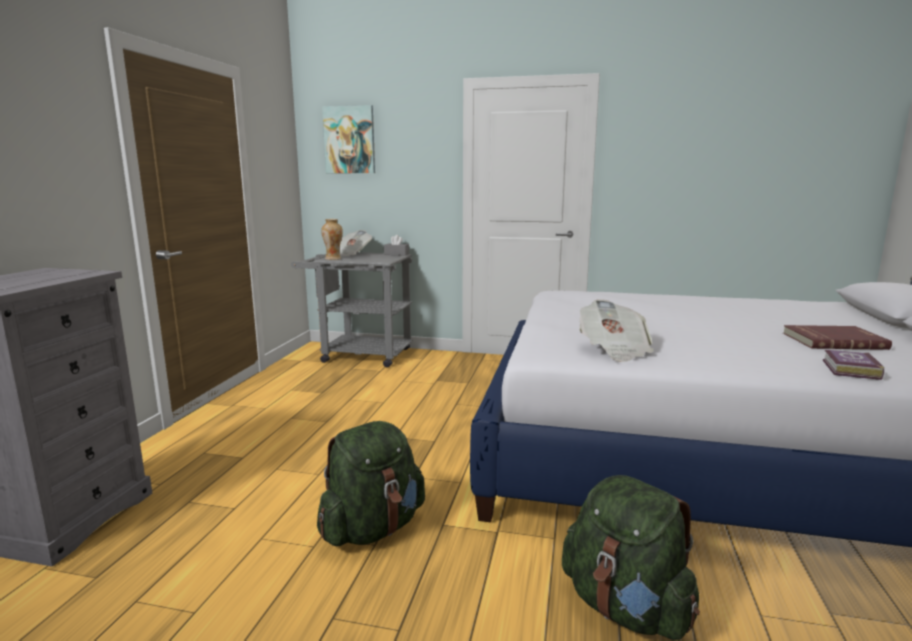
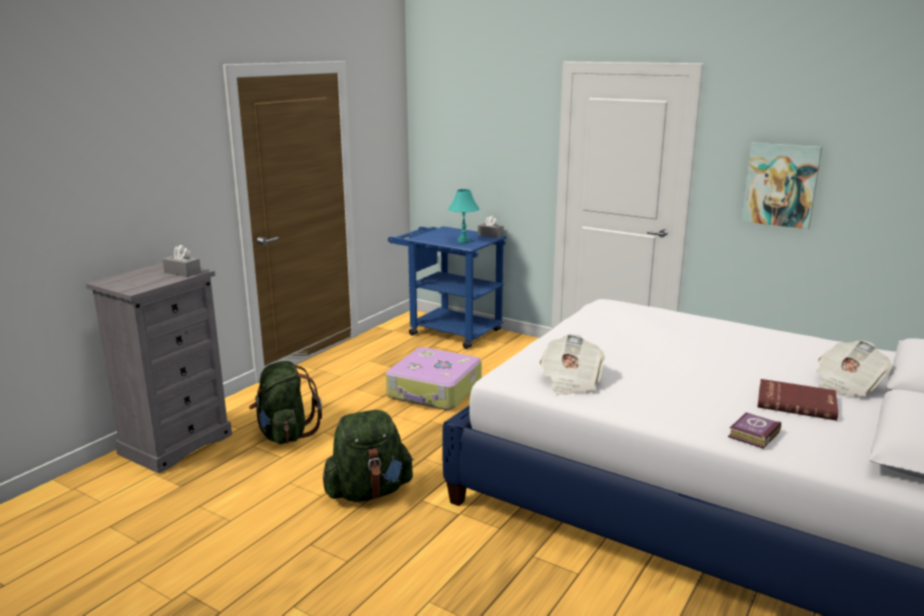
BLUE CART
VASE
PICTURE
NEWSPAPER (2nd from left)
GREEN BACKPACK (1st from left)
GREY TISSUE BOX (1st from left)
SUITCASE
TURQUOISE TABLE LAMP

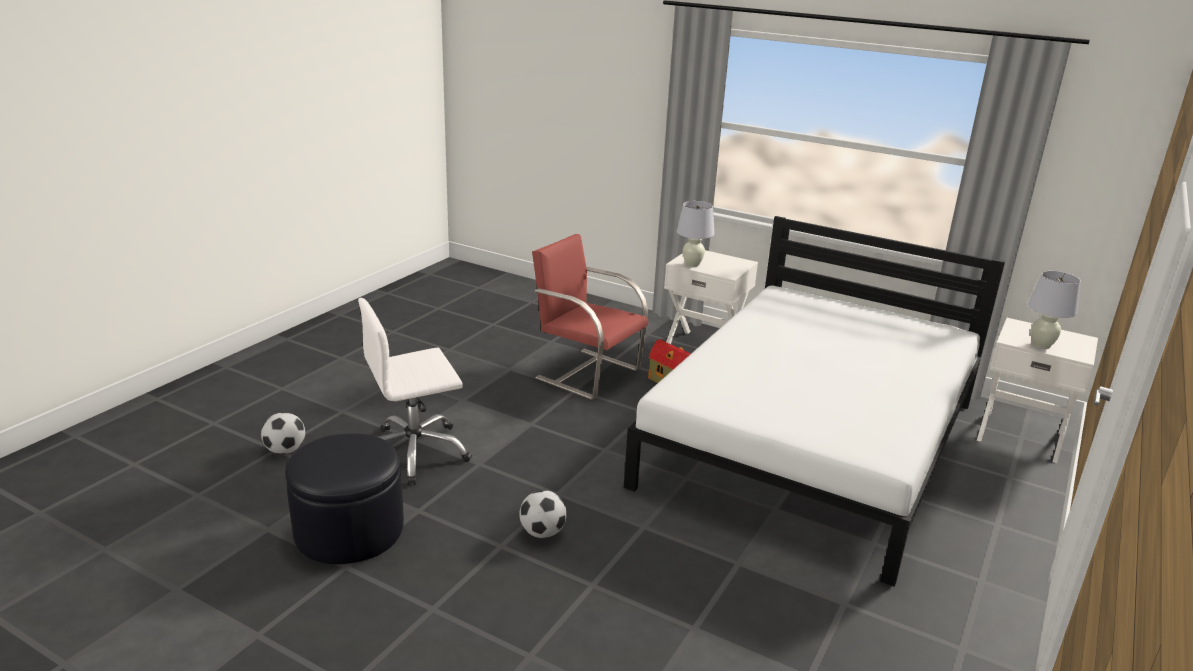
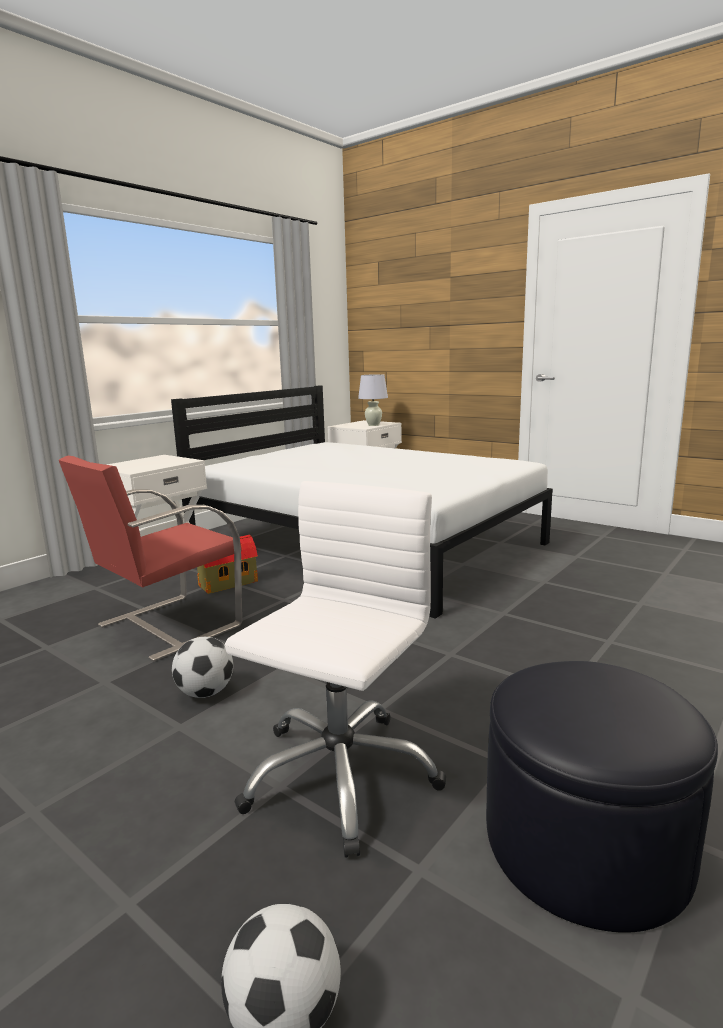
WHITE OFFICE CHAIR
FOOTBALL (1st from left)
WHITE TABLE LAMP (1st from left in the first image)

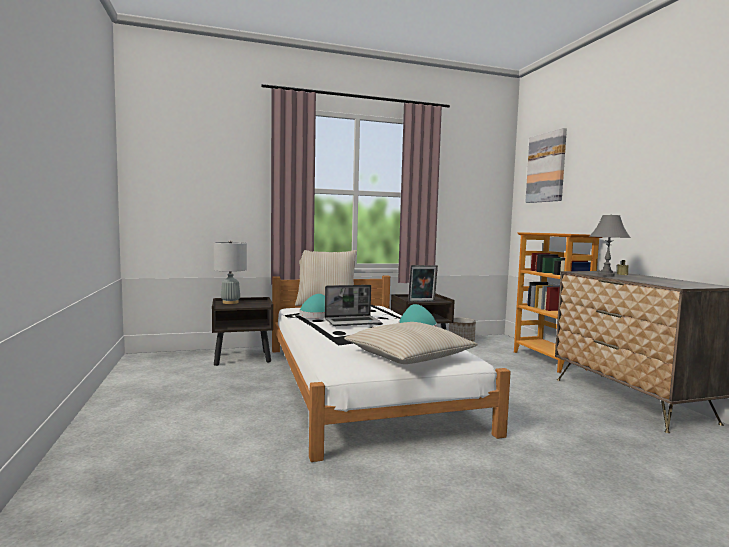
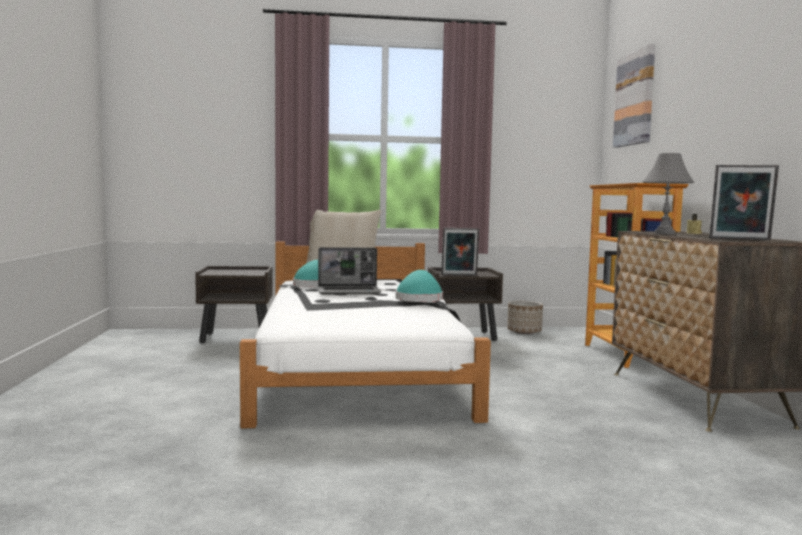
GREY TABLE LAMP (1st from left in the first image)
BEIGE PILLOW (2nd from left in the first image)
PICTURE FRAME (2nd from left)

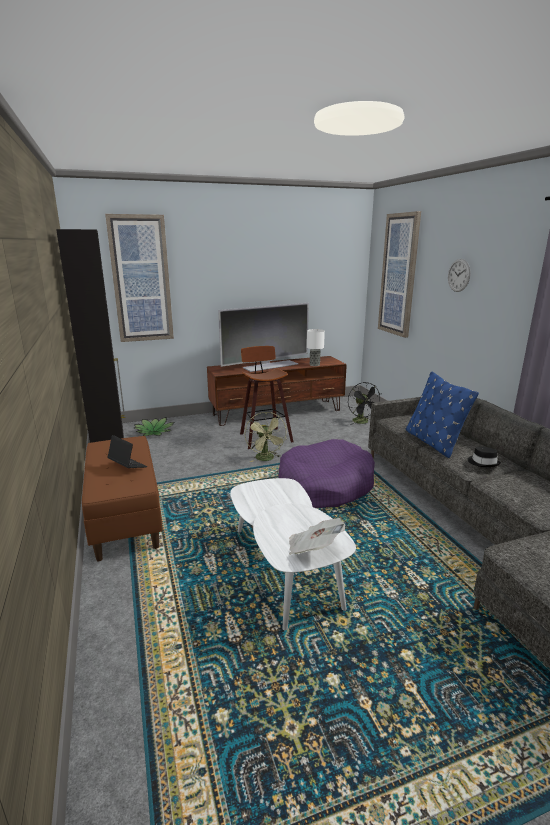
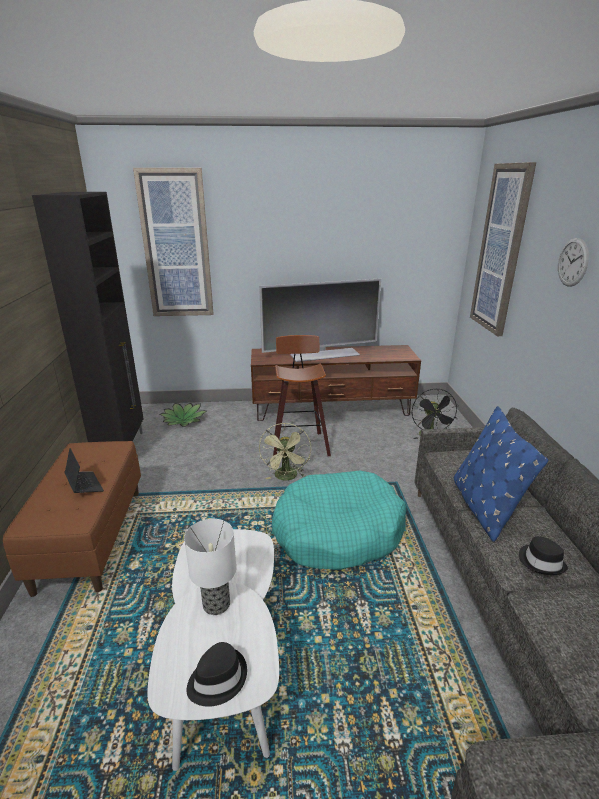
TURQUOISE DOG BED
BLACK HAT (1st from left)
TABLE LAMP

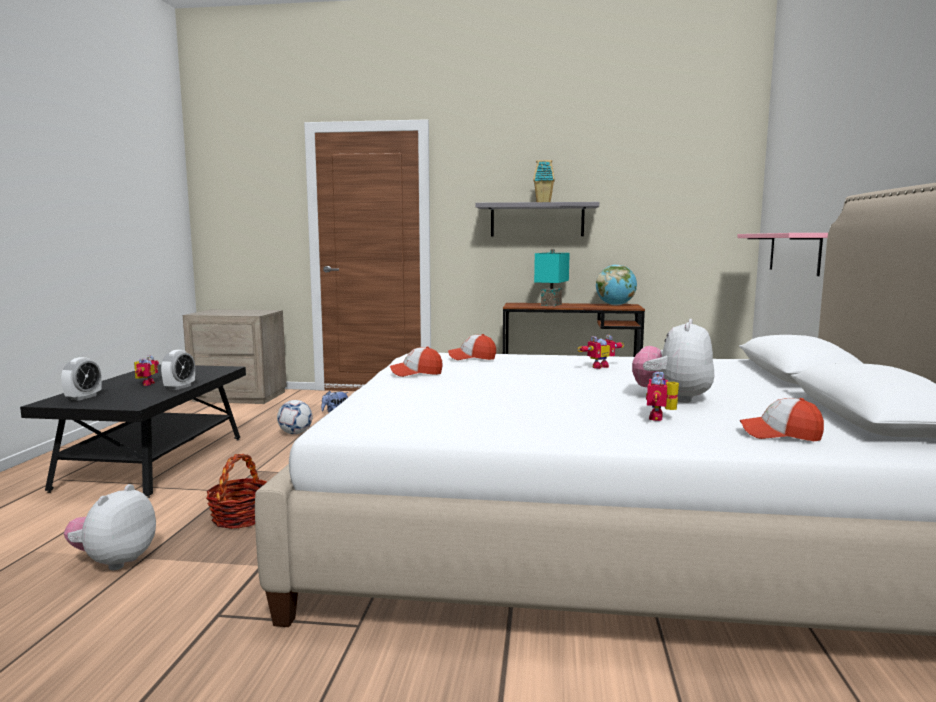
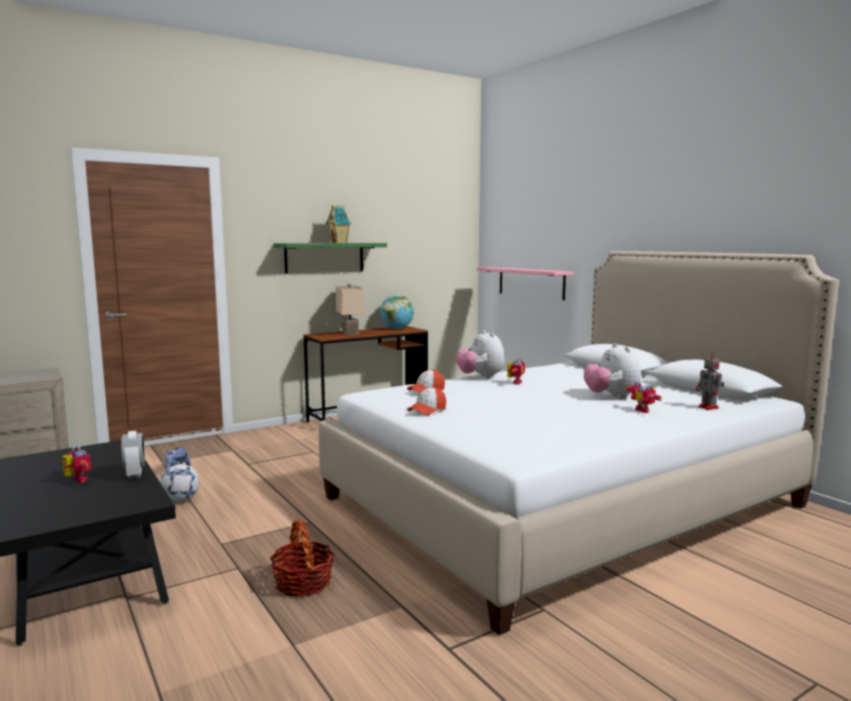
ALARM CLOCK (1st from left in the first image)
PLUSH TOY (2nd from left)
GREEN SHELF
BEIGE TABLE LAMP
TOY ROBOT (4th from left)

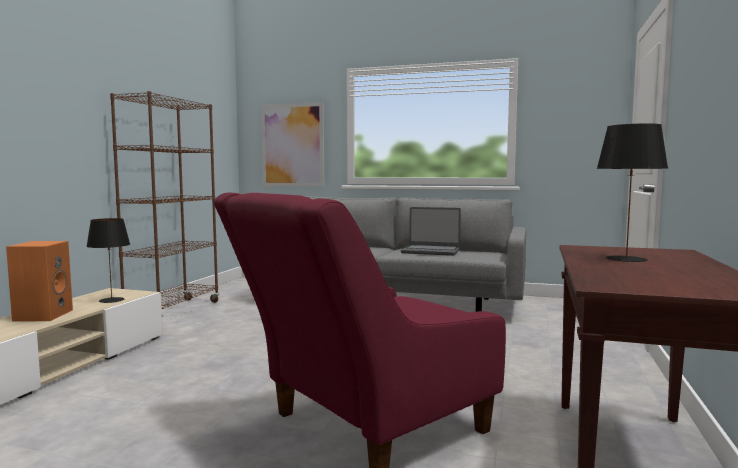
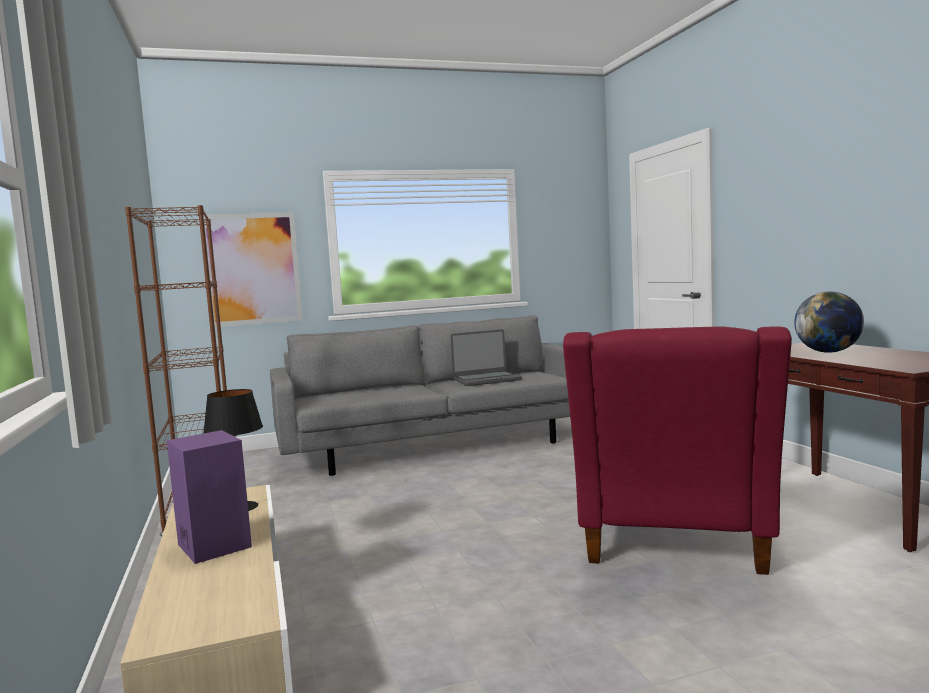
PURPLE SPEAKER
GLOBE

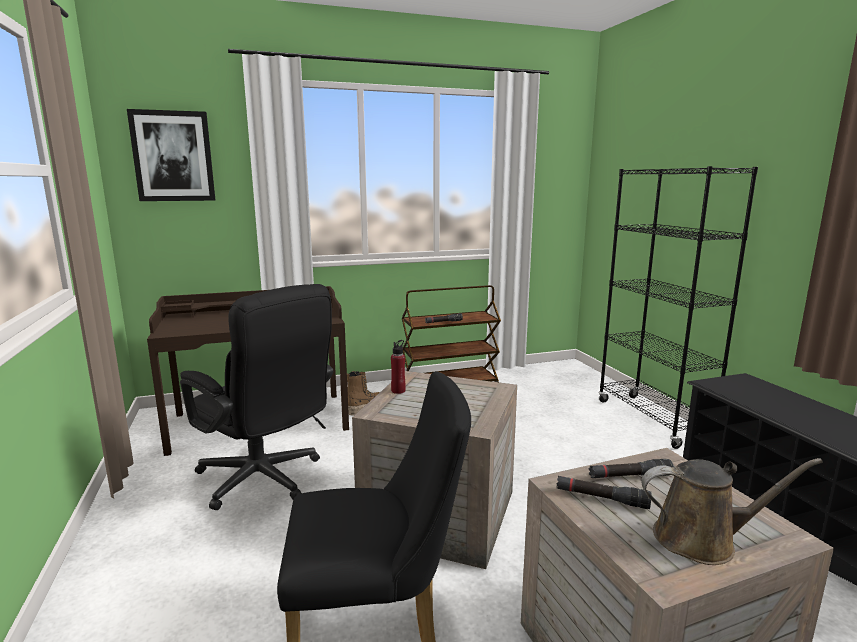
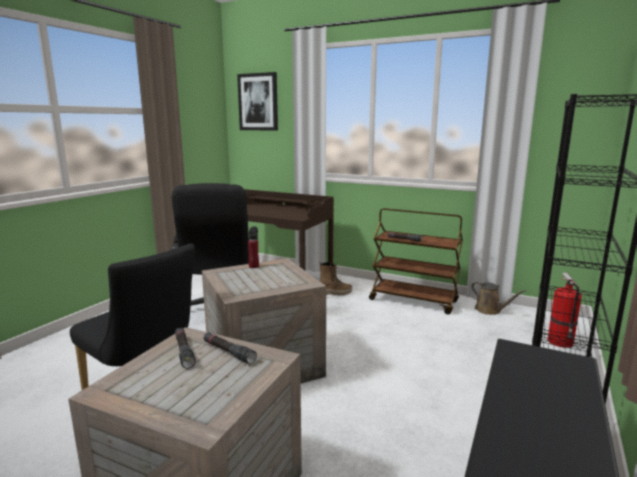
BROWN WATERING CAN
FIRE EXTINGUISHER

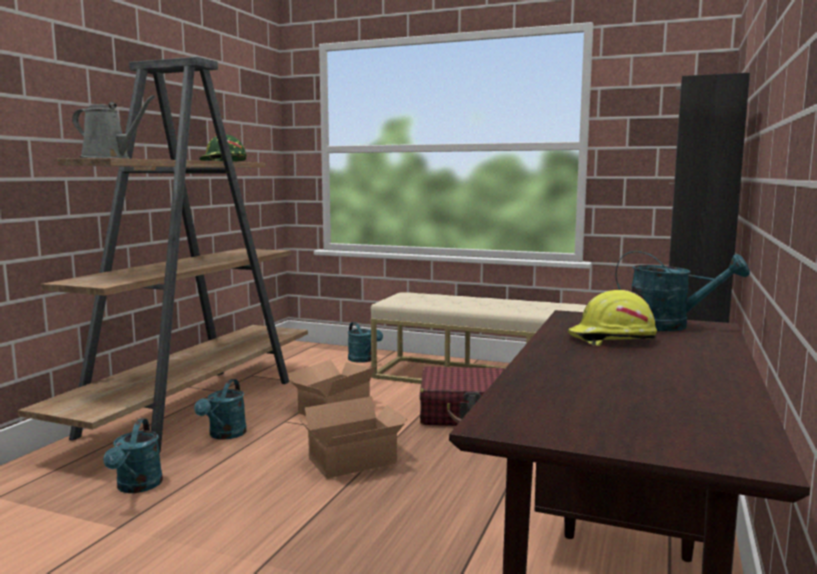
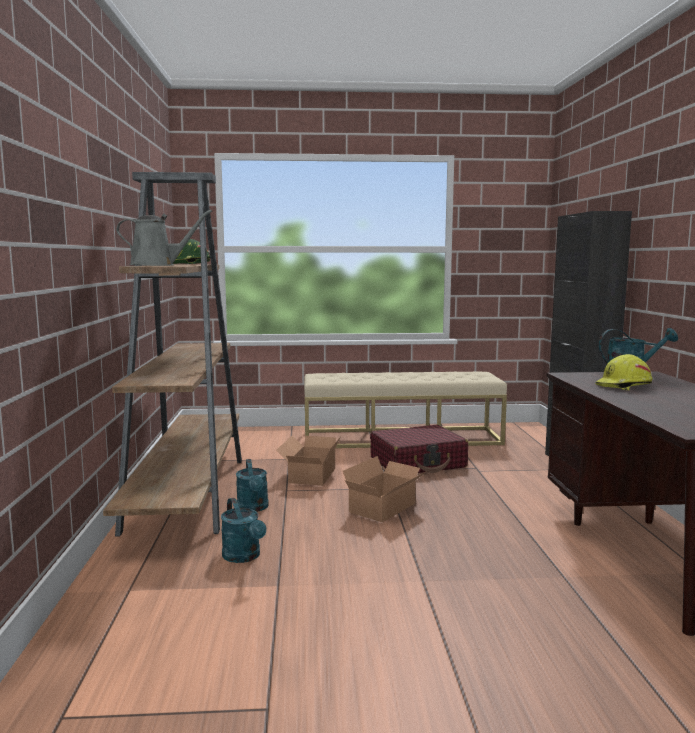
TURQUOISE WATERING CAN (3rd from left in the first image)

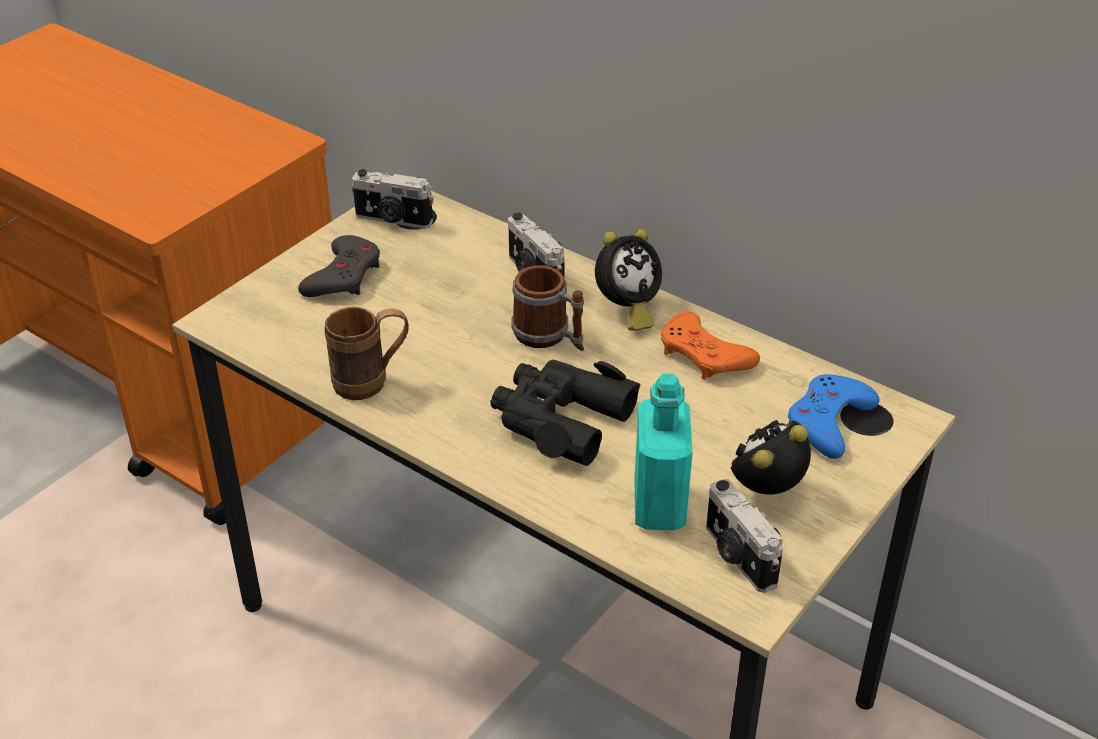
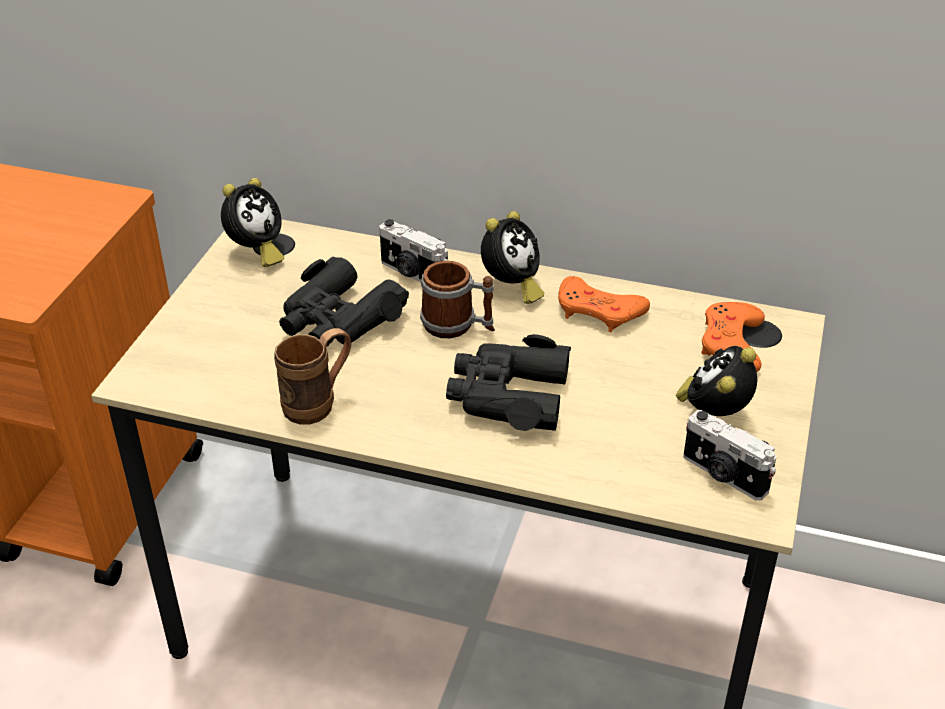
GREY GAME CONTROLLER
ALARM CLOCK (1st from left)
TURQUOISE BOTTLE
ORANGE GAME CONTROLLER (2nd from left)
BLACK BINOCULARS (1st from left)

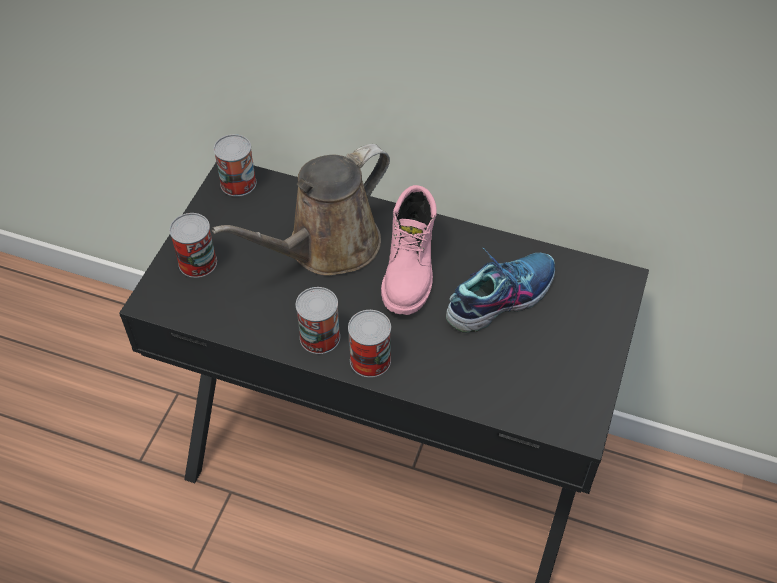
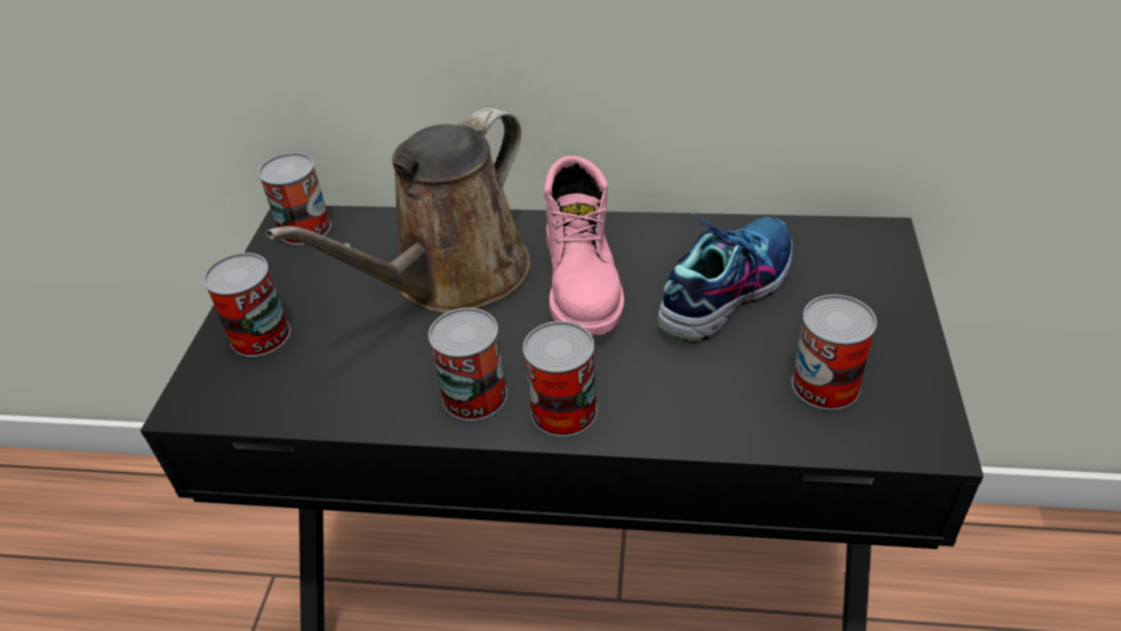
CAN (5th from left)

